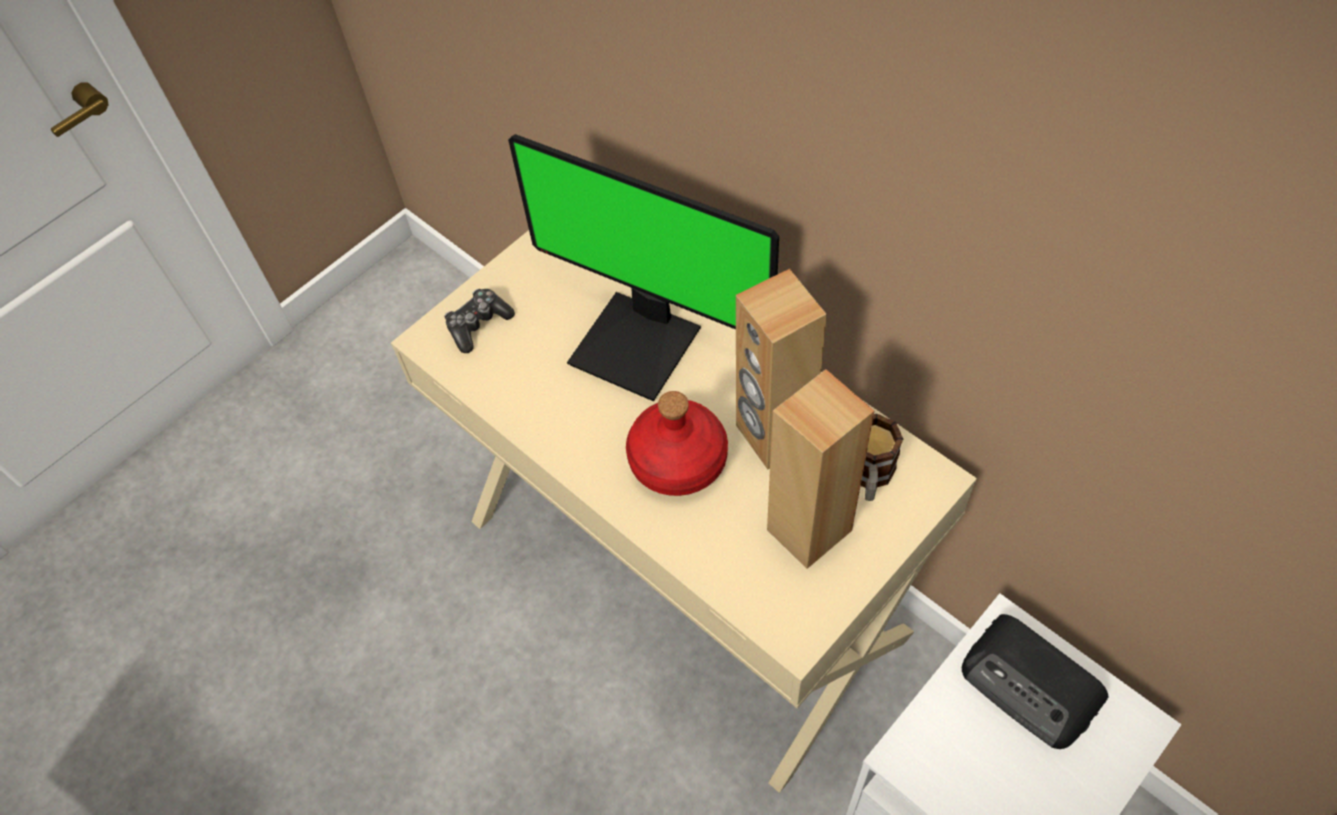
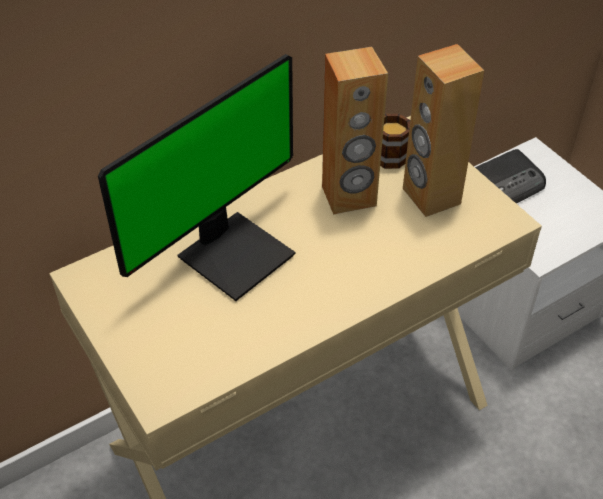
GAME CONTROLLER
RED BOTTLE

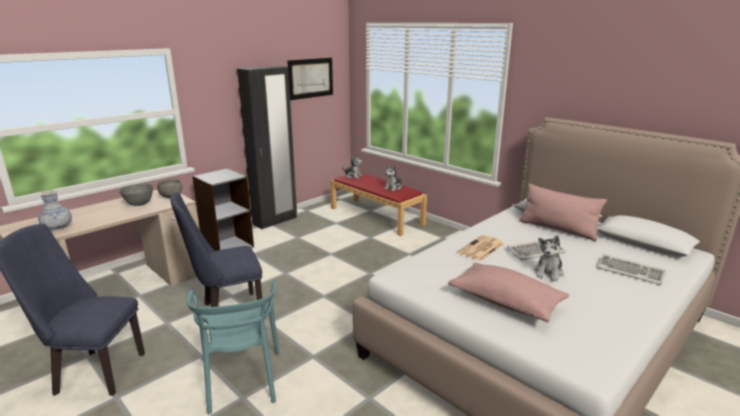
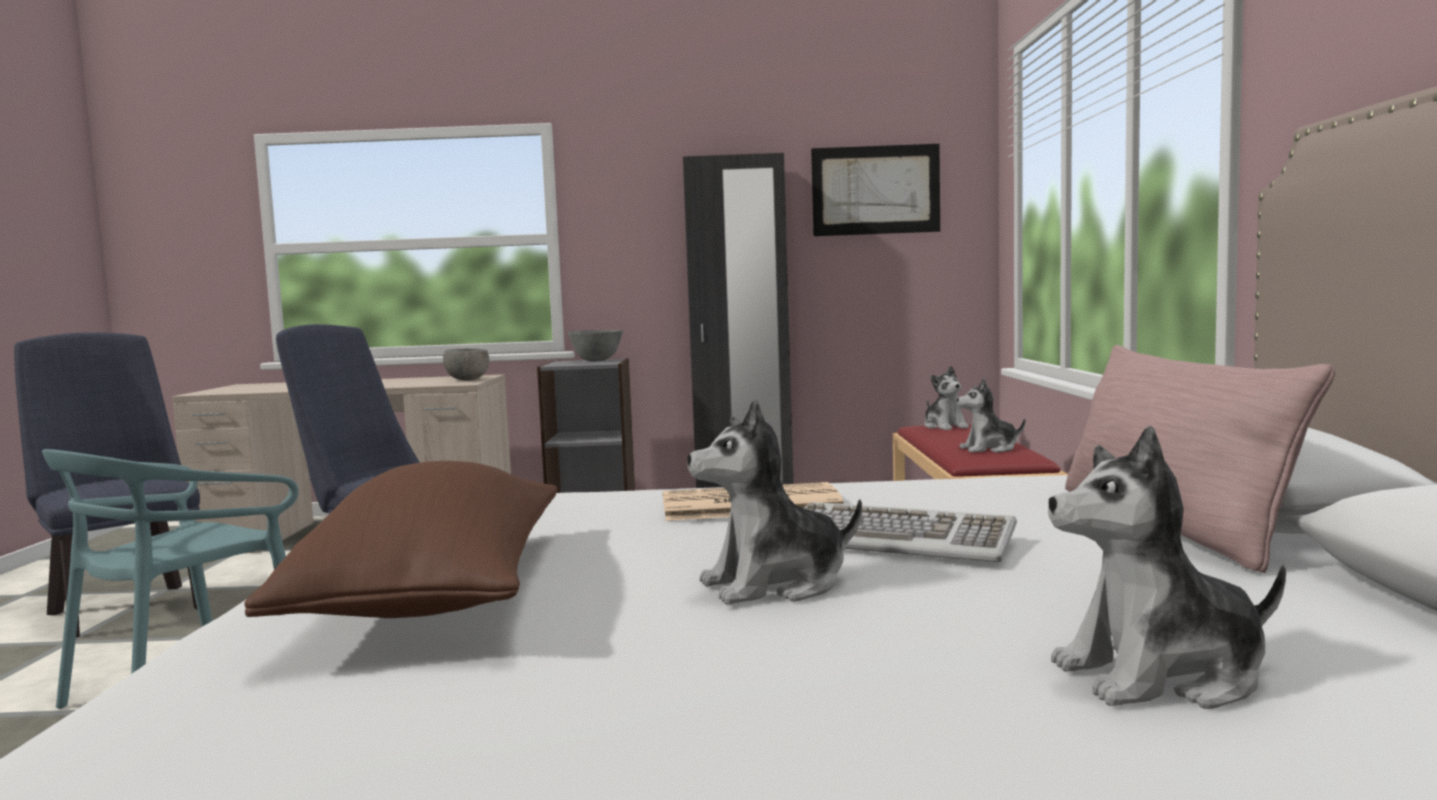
VASE
GREY BOWL (2nd from left)
BROWN PILLOW
PLUSH TOY (4th from left)

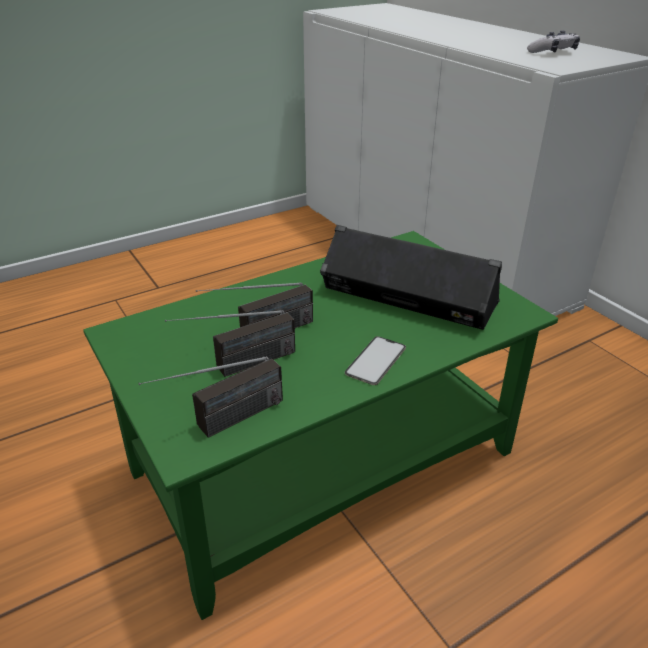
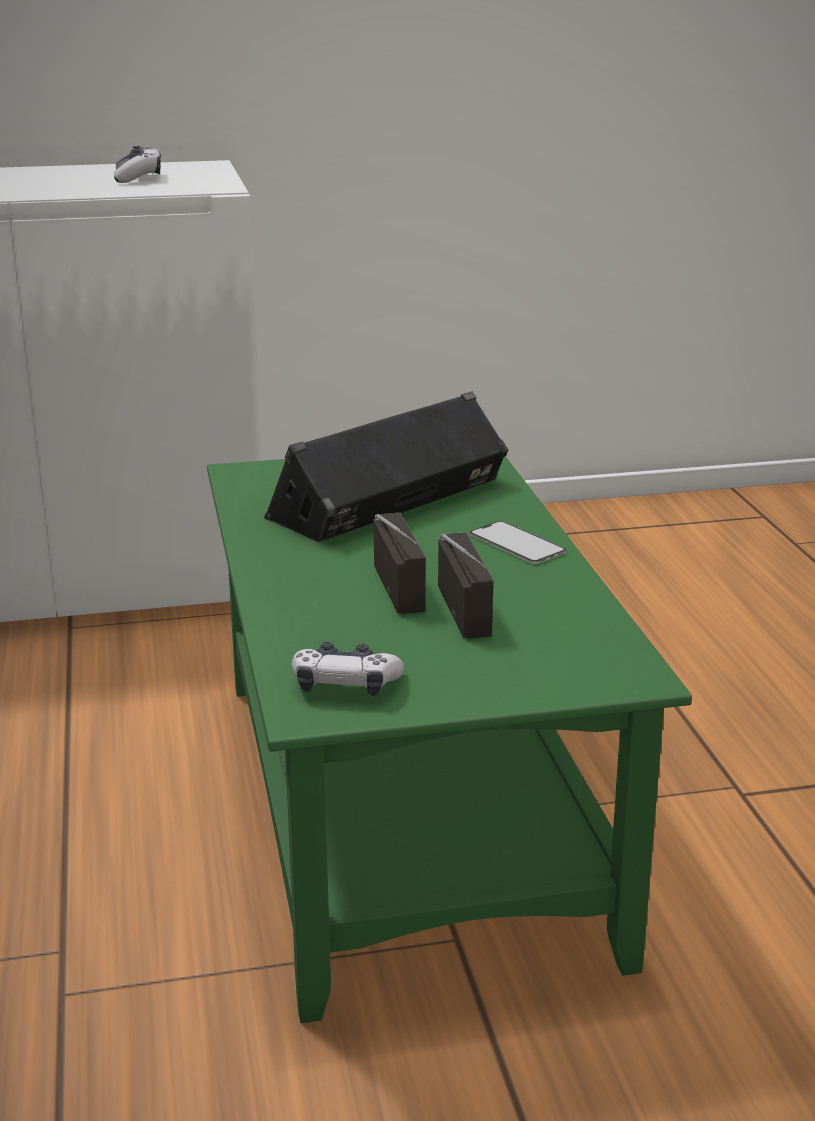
RADIO (1st from left in the first image)
GAME CONTROLLER (2nd from left)

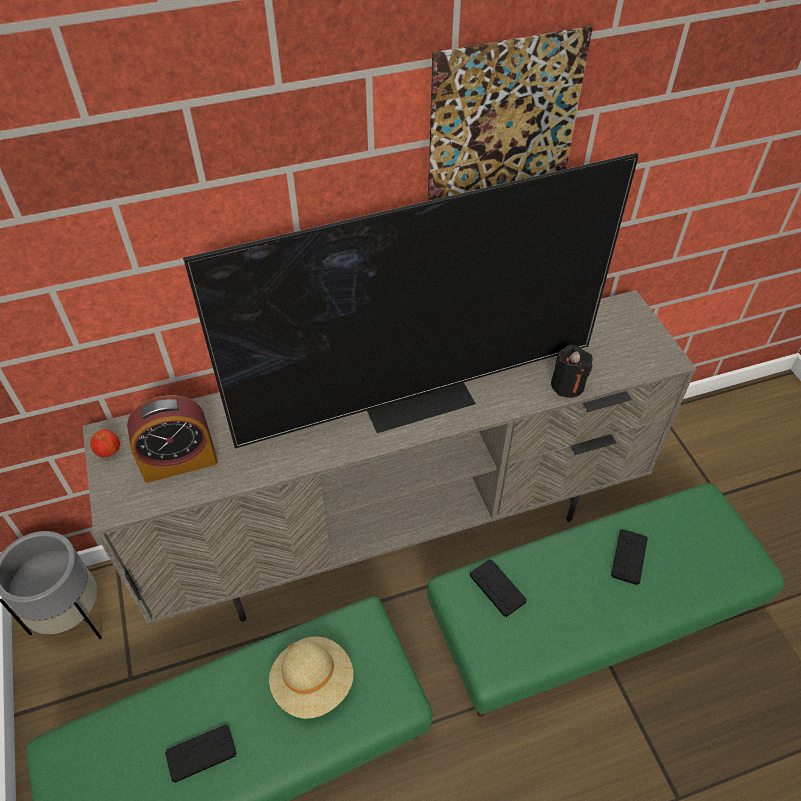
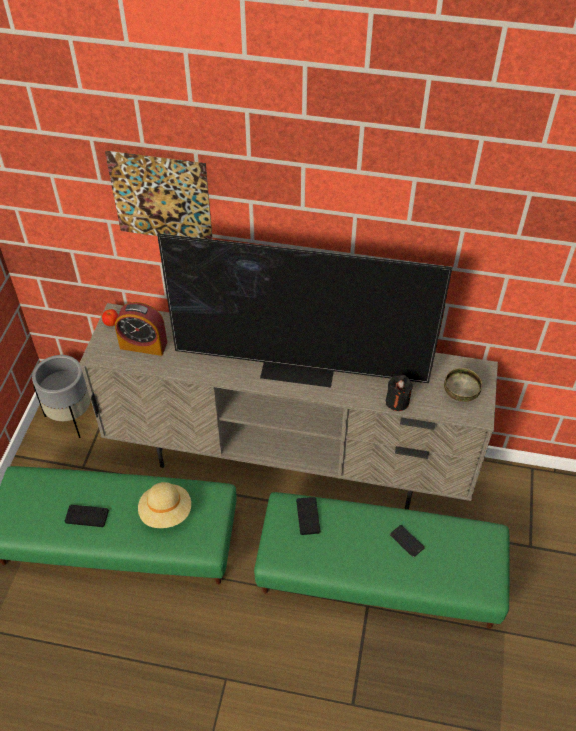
PICTURE
PHONE
BOWL

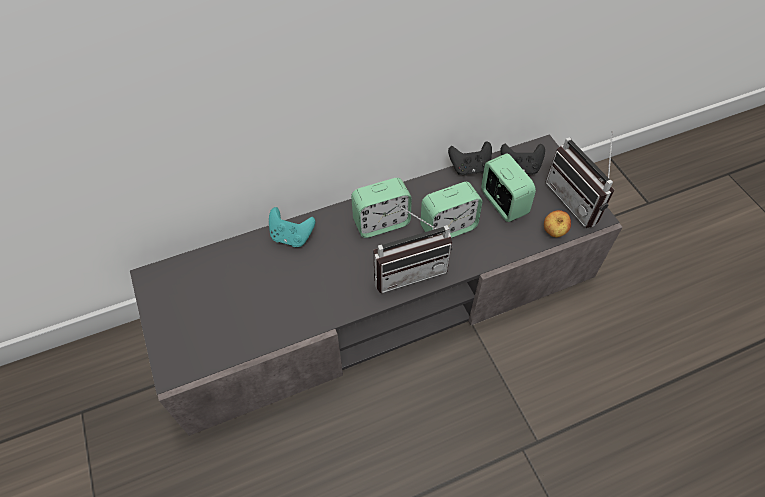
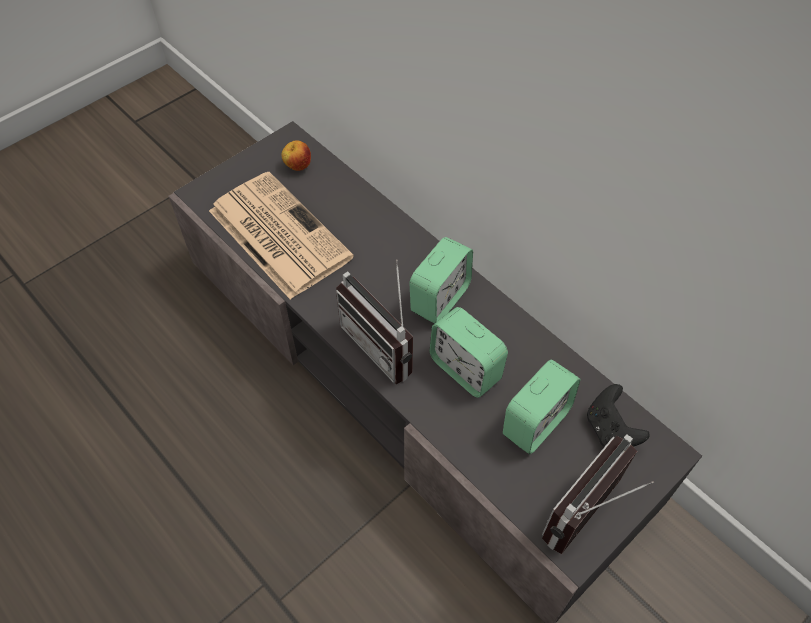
TURQUOISE GAME CONTROLLER
ALARM CLOCK (1st from left)
BLACK GAME CONTROLLER (1st from left in the first image)
APPLE
NEWSPAPER

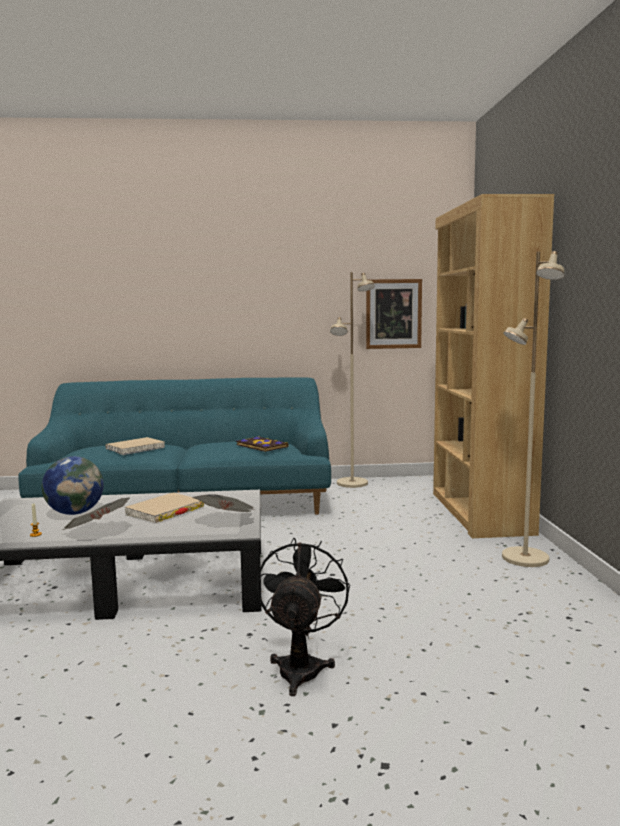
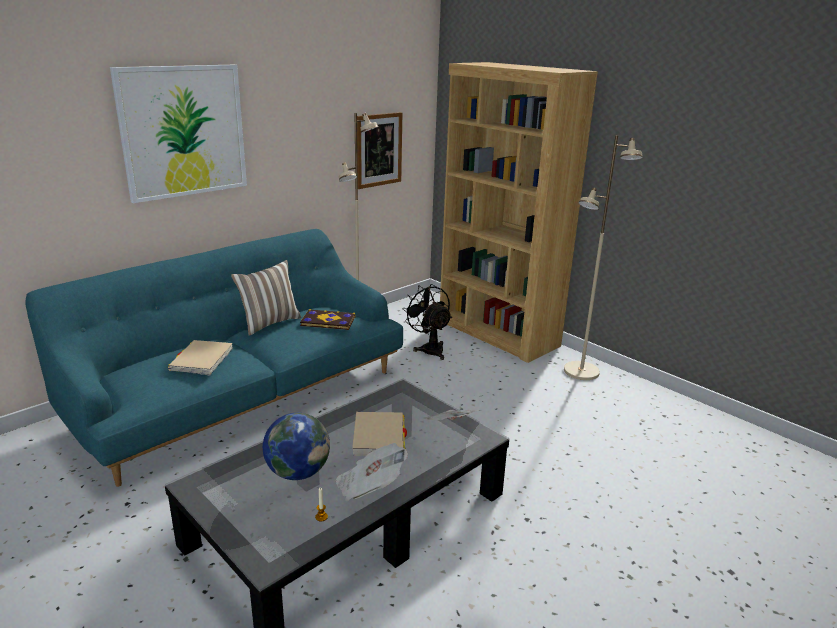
BLACK FAN
PICTURE (1st from left)
PILLOW

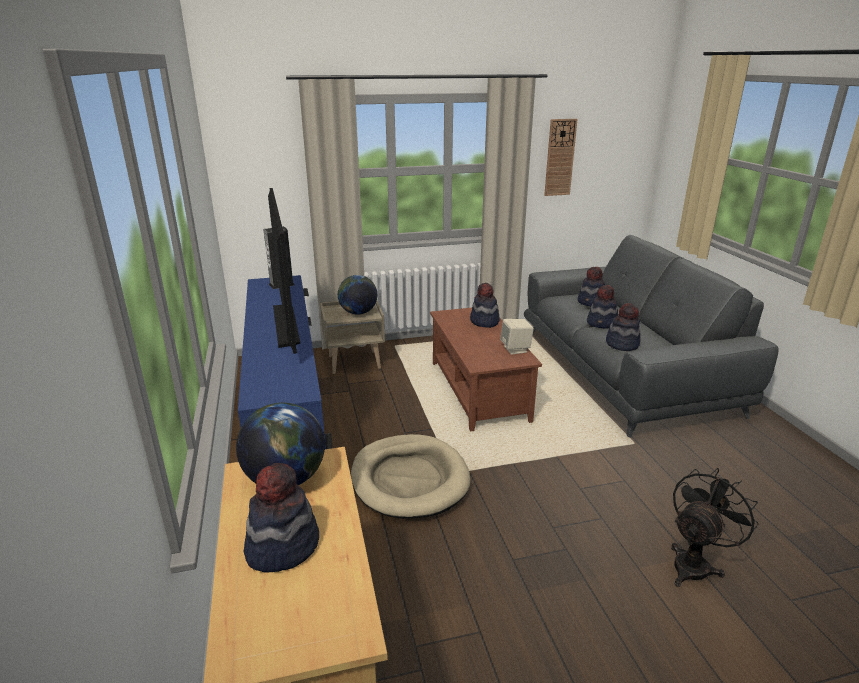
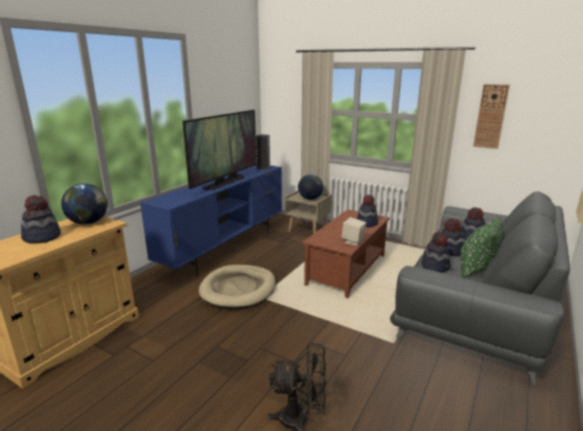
GREEN PILLOW

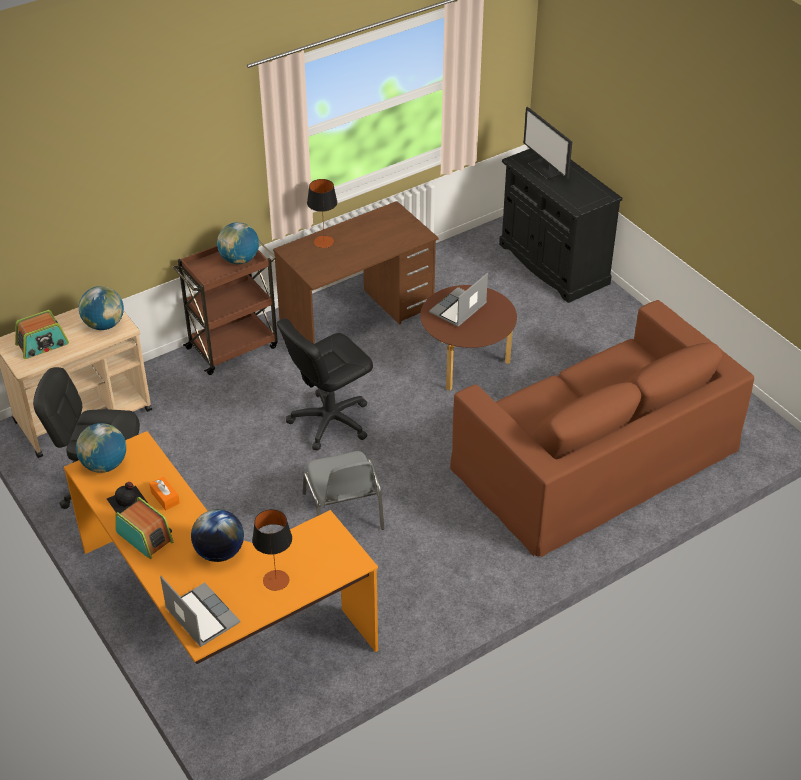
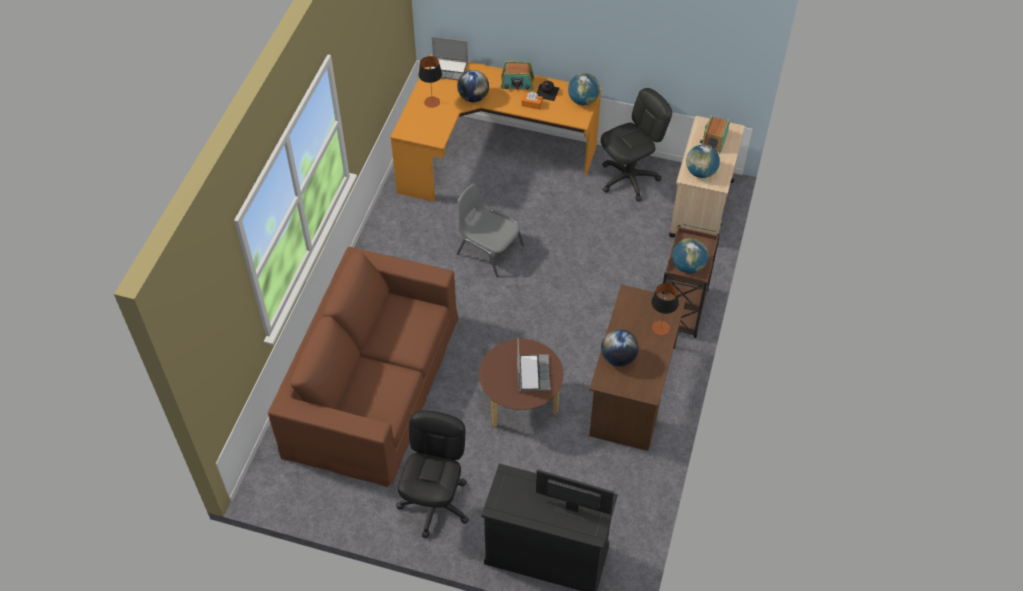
BLACK OFFICE CHAIR (1st from left)
GLOBE (3rd from left)

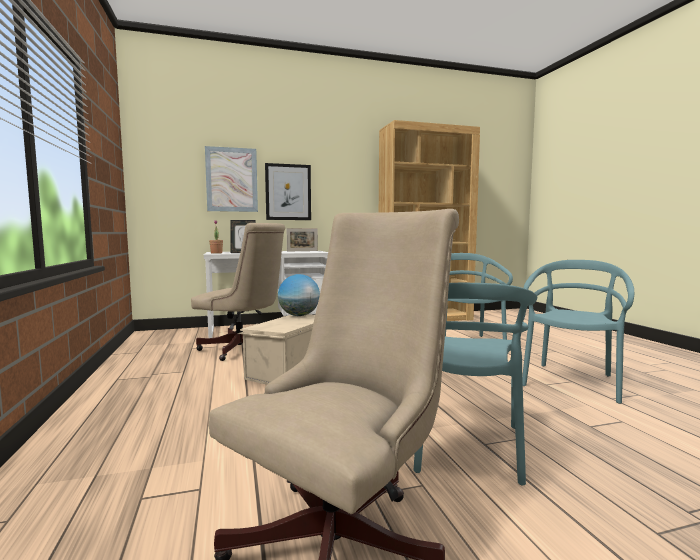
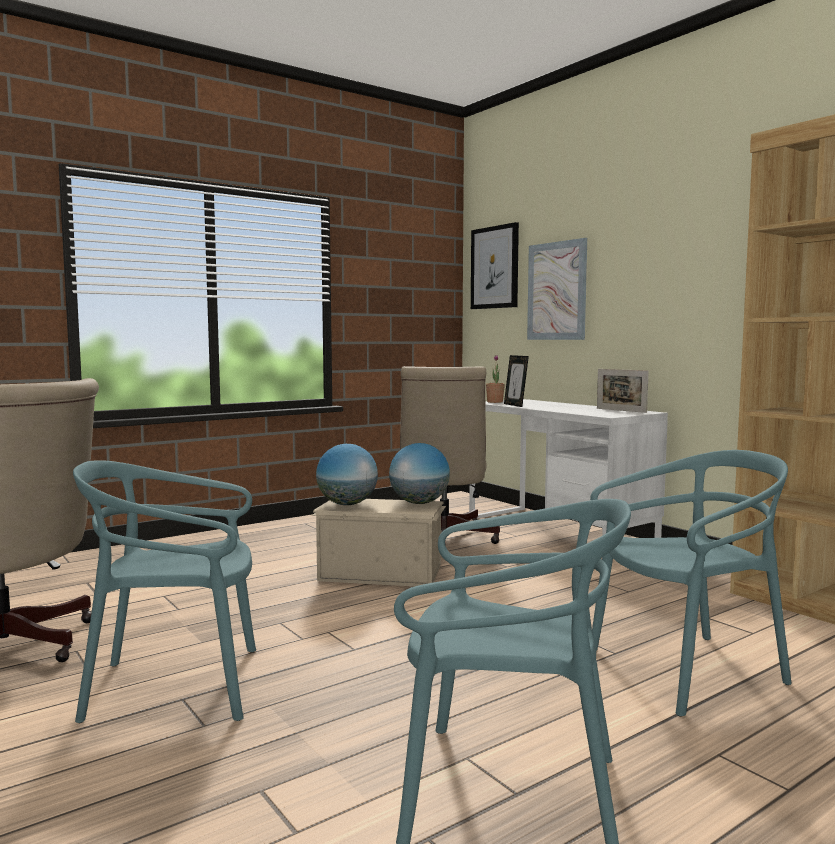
PICTURE (1st from left)
GLOBE (1st from left)

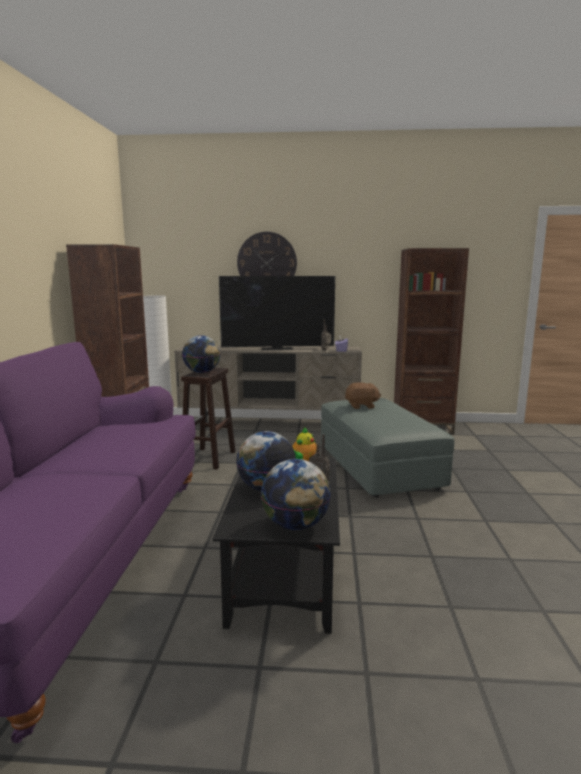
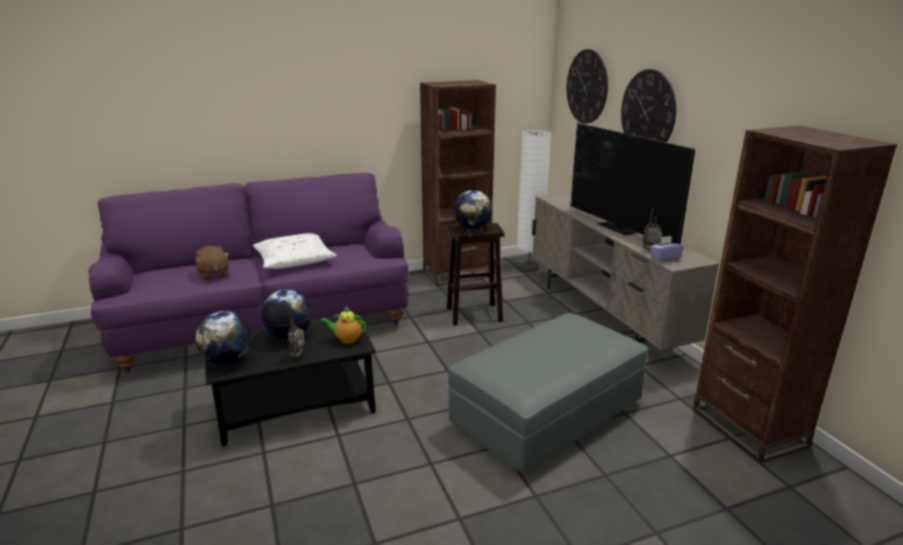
BROWN PLUSH TOY
WHITE PILLOW
WALL CLOCK (1st from left)

